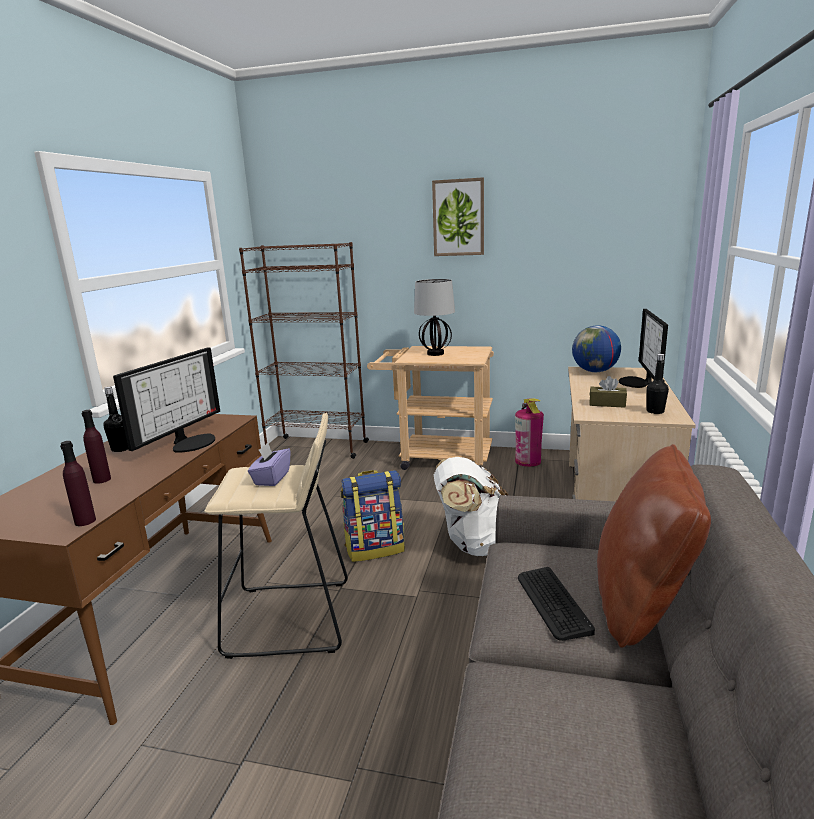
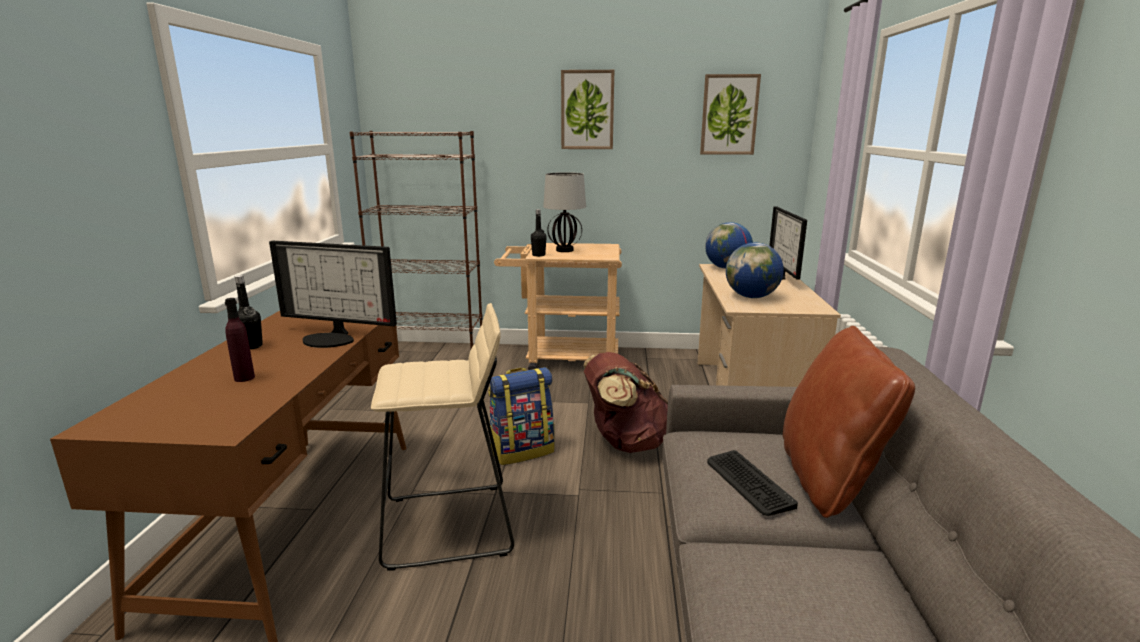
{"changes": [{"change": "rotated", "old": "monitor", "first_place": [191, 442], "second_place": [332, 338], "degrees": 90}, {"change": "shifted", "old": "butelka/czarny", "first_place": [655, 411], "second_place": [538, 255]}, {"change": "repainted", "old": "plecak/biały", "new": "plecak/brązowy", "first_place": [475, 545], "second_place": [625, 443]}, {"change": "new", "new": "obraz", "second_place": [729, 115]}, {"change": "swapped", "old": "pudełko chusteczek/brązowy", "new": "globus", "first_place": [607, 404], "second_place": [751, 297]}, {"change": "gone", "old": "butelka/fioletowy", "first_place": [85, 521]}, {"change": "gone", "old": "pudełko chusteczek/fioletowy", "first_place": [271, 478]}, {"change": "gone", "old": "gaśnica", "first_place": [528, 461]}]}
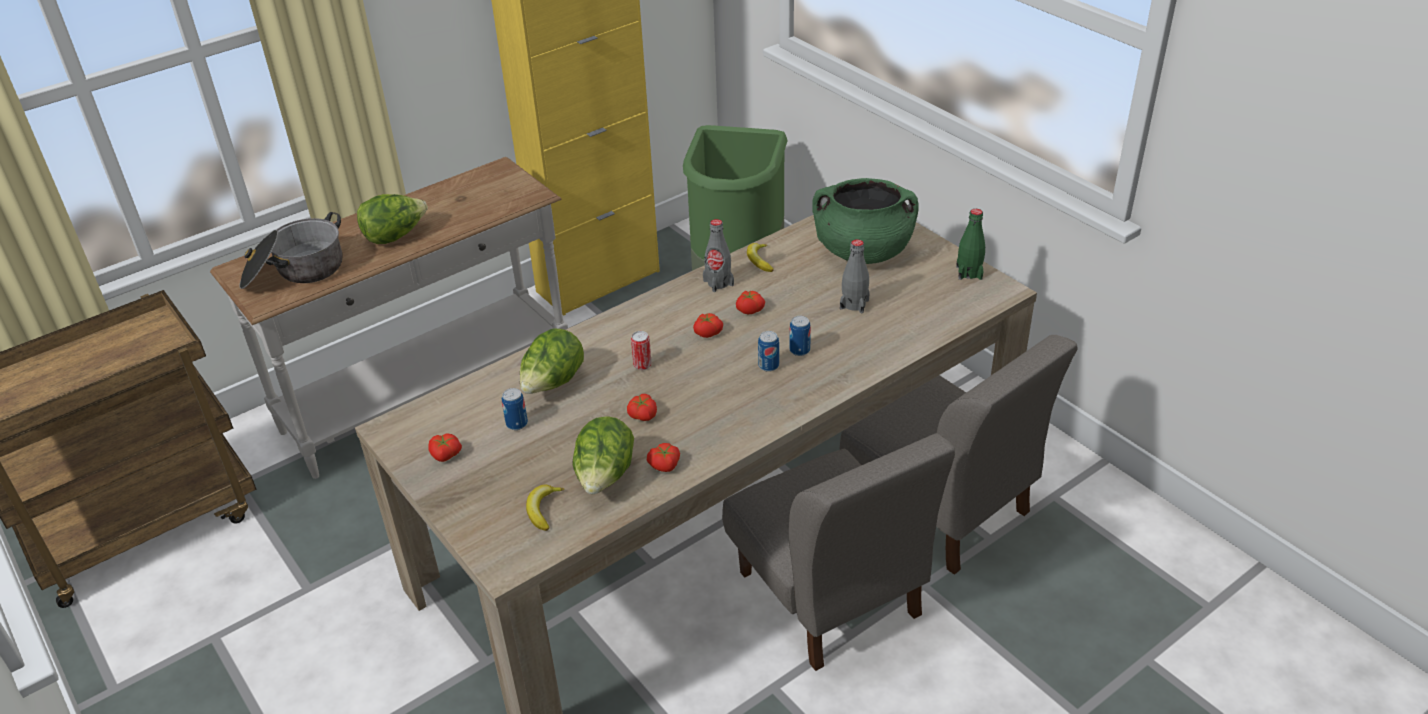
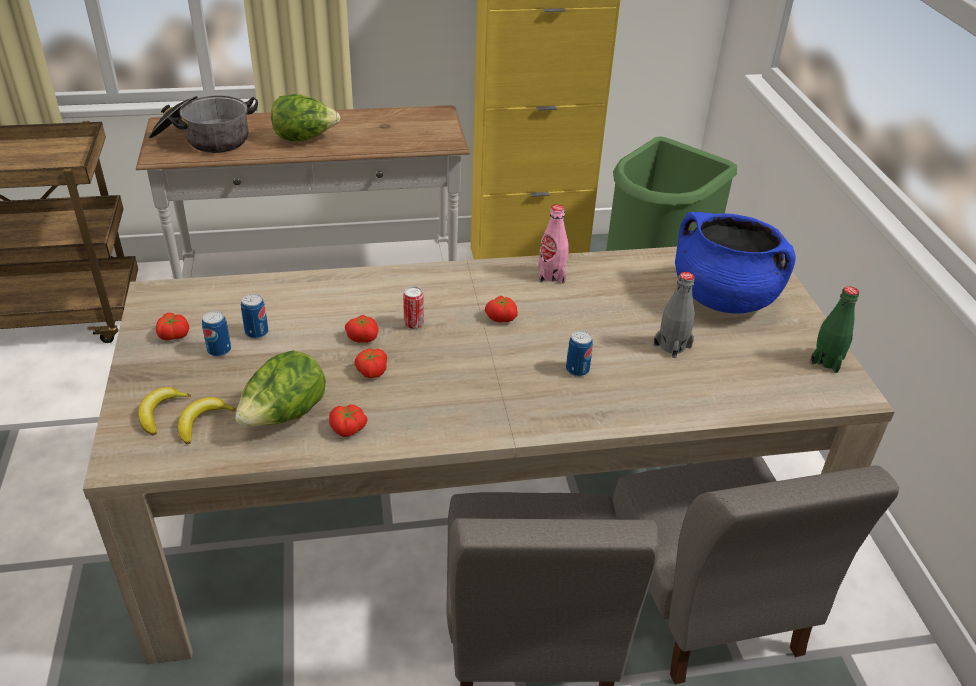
{"changes": [{"change": "shifted", "old": "banan", "first_place": [759, 260], "second_place": [160, 413]}, {"change": "shifted", "old": "puszka", "first_place": [768, 366], "second_place": [219, 350]}, {"change": "shifted", "old": "pomidor", "first_place": [749, 309], "second_place": [363, 337]}, {"change": "repainted", "old": "butelka/szary", "new": "butelka/różowy", "first_place": [718, 283], "second_place": [551, 275]}, {"change": "repainted", "old": "garnek/zielony", "new": "garnek/niebieski", "first_place": [863, 252], "second_place": [723, 298]}, {"change": "gone", "old": "sałata", "first_place": [553, 384]}]}
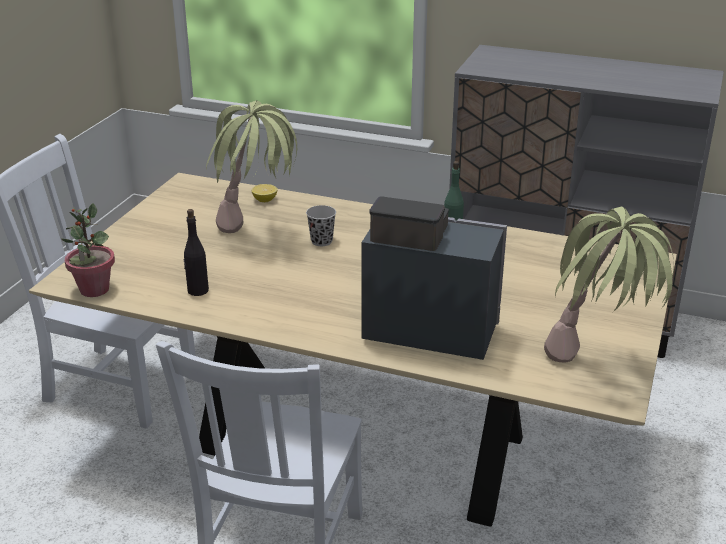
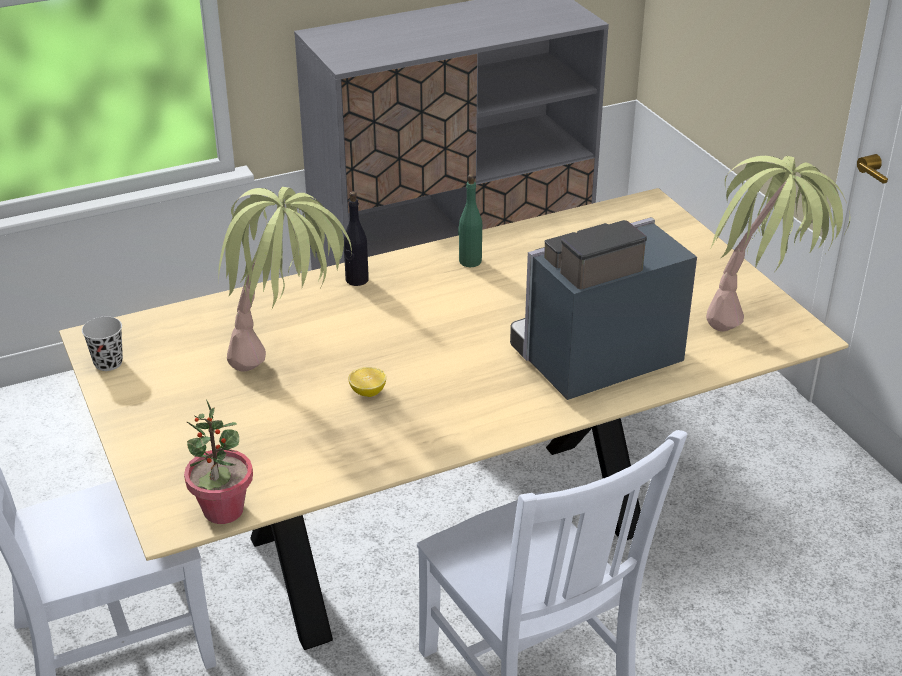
{"changes": [{"change": "shifted", "old": "filiżanka/czarny", "first_place": [321, 241], "second_place": [108, 363]}, {"change": "shifted", "old": "butelka/czarny", "first_place": [197, 291], "second_place": [356, 280]}, {"change": "shifted", "old": "cytryna", "first_place": [264, 200], "second_place": [368, 392]}]}
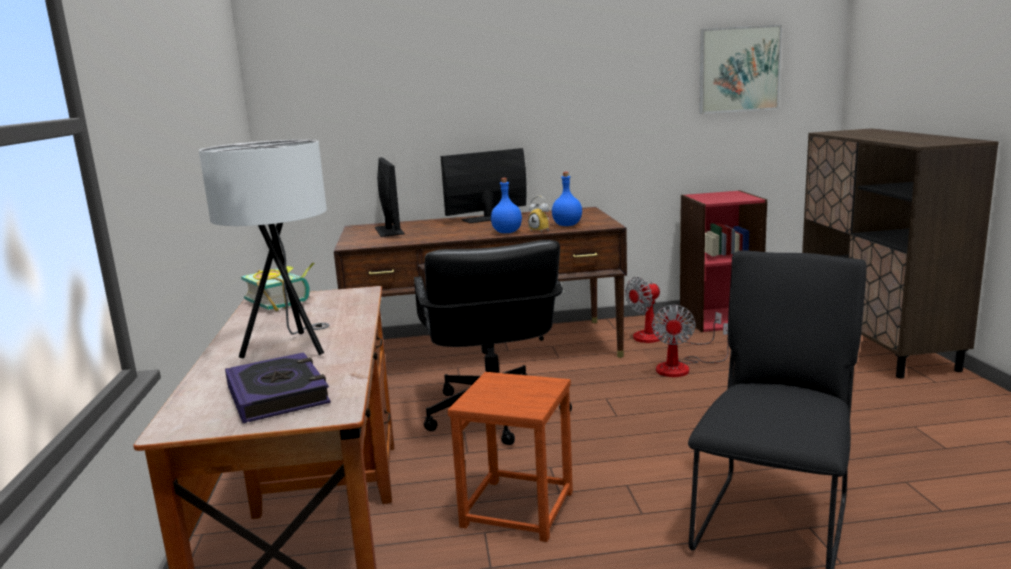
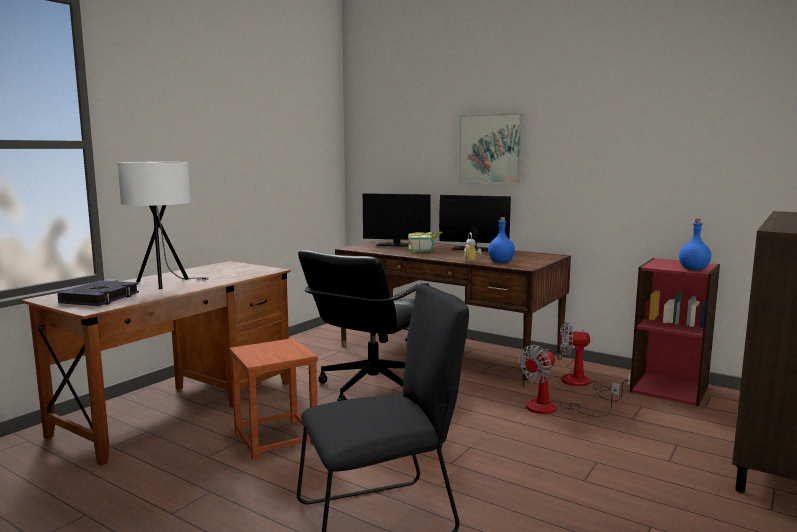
{"changes": [{"change": "rotated", "old": "monitor", "first_place": [389, 230], "second_place": [396, 244], "degrees": 75}, {"change": "shifted", "old": "książka", "first_place": [284, 301], "second_place": [424, 250]}, {"change": "shifted", "old": "obraz", "first_place": [739, 69], "second_place": [490, 148]}, {"change": "shifted", "old": "butelka/niebieski", "first_place": [506, 232], "second_place": [693, 269]}]}
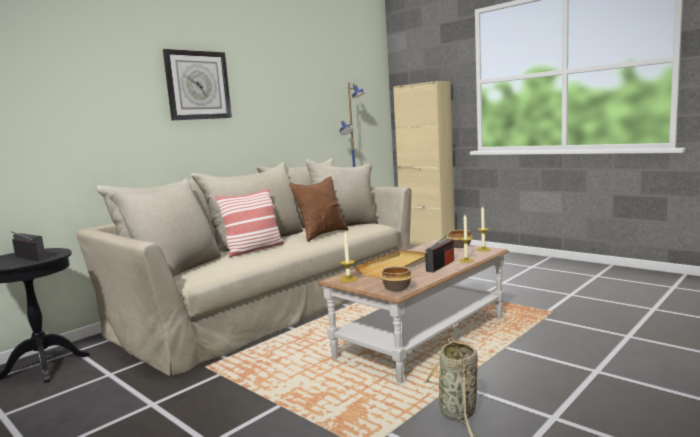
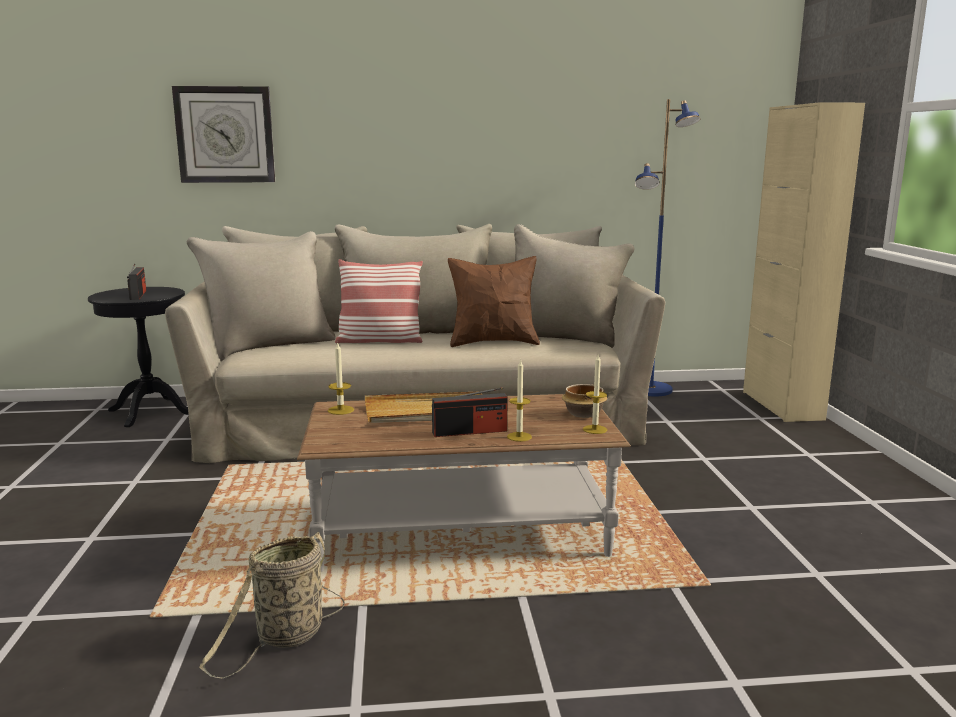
{"changes": [{"change": "shifted", "old": "zegar ścienny", "first_place": [198, 85], "second_place": [225, 135]}, {"change": "gone", "old": "miska", "first_place": [396, 288]}]}
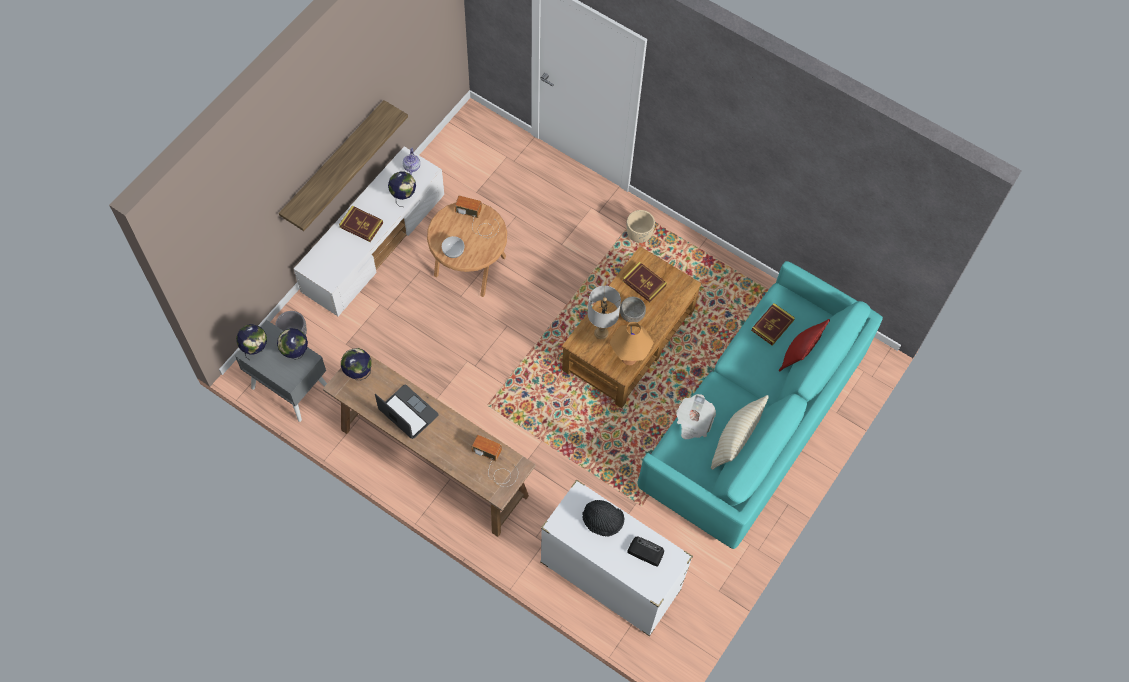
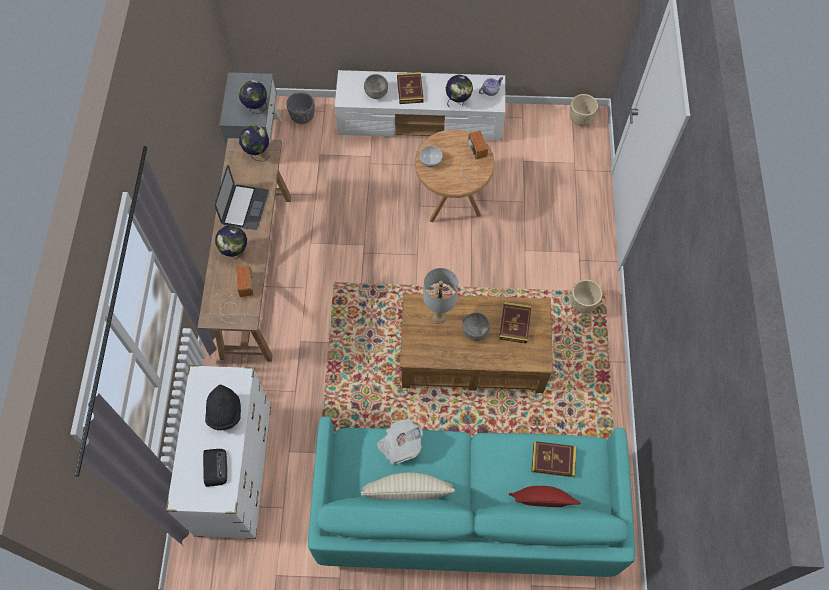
{"changes": [{"change": "shifted", "old": "globus", "first_place": [255, 349], "second_place": [235, 252]}, {"change": "new", "new": "miska/szary", "second_place": [376, 93]}, {"change": "new", "new": "donica/beżowy", "second_place": [580, 120]}, {"change": "gone", "old": "półka", "first_place": [334, 163]}, {"change": "gone", "old": "lampa stołowa/pomarańczowy", "first_place": [629, 358]}]}
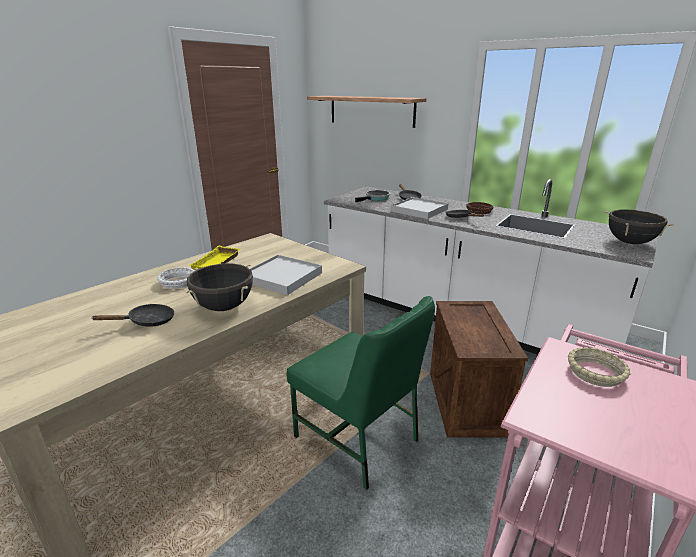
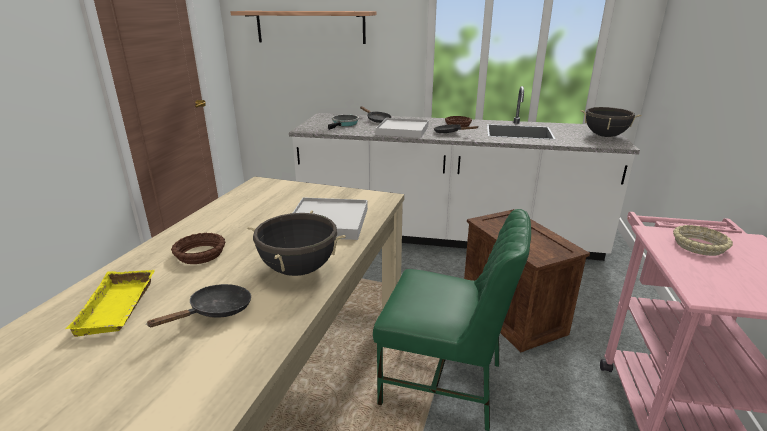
{"changes": [{"change": "shifted", "old": "taca/żółty", "first_place": [217, 263], "second_place": [120, 307]}, {"change": "repainted", "old": "miska/biały", "new": "miska/brązowy", "first_place": [178, 282], "second_place": [200, 254]}]}
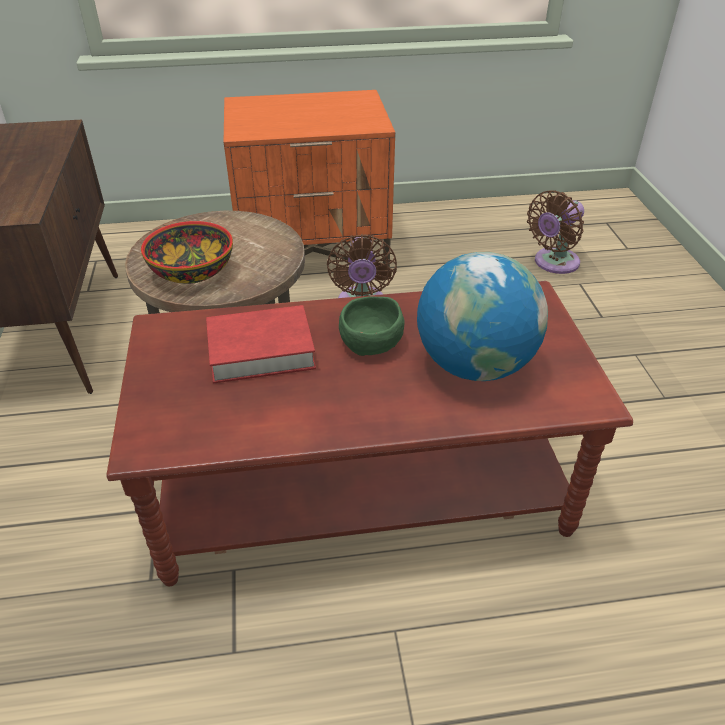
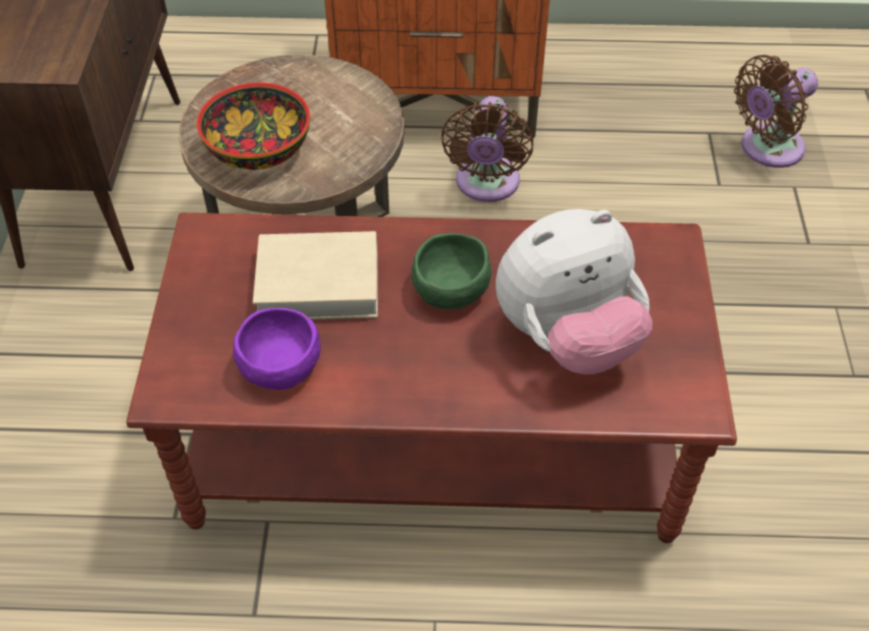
{"changes": [{"change": "new", "new": "miska/fioletowy", "second_place": [282, 364]}, {"change": "repainted", "old": "książka/czerwony", "new": "książka/beżowy", "first_place": [261, 350], "second_place": [318, 283]}, {"change": "swapped", "old": "globus", "new": "pluszak", "first_place": [475, 365], "second_place": [567, 338]}]}
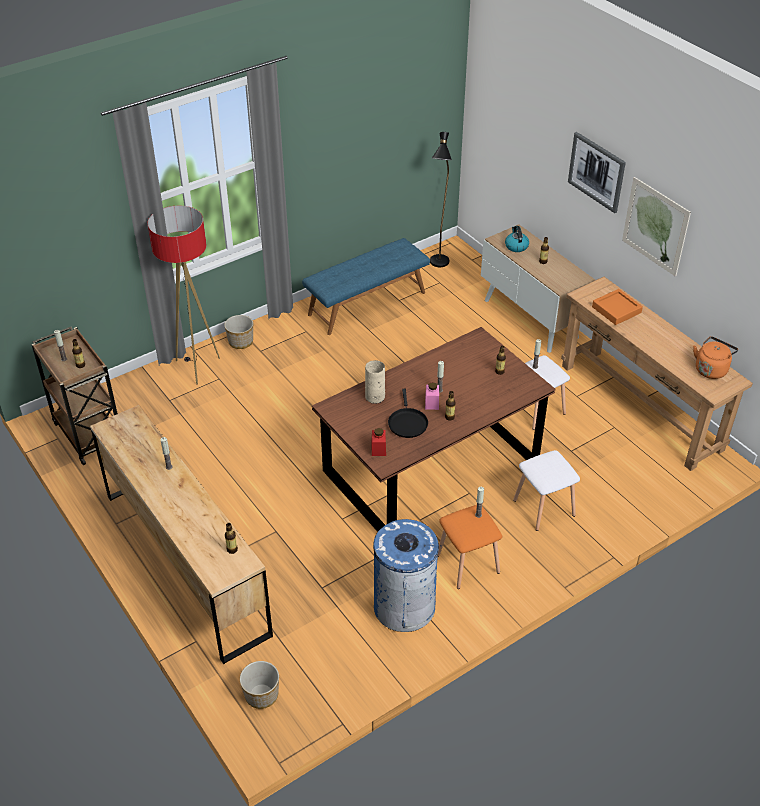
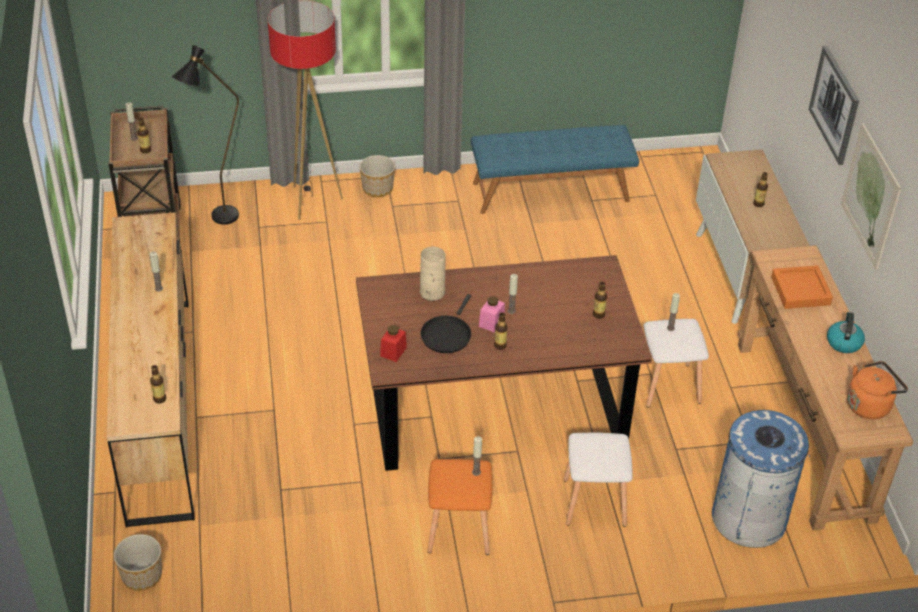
{"changes": [{"change": "shifted", "old": "lampa stojąca/czarny", "first_place": [438, 266], "second_place": [218, 221]}, {"change": "shifted", "old": "kosz na śmieci/niebieski", "first_place": [404, 606], "second_place": [749, 518]}, {"change": "shifted", "old": "czajnik", "first_place": [516, 246], "second_place": [843, 342]}]}
